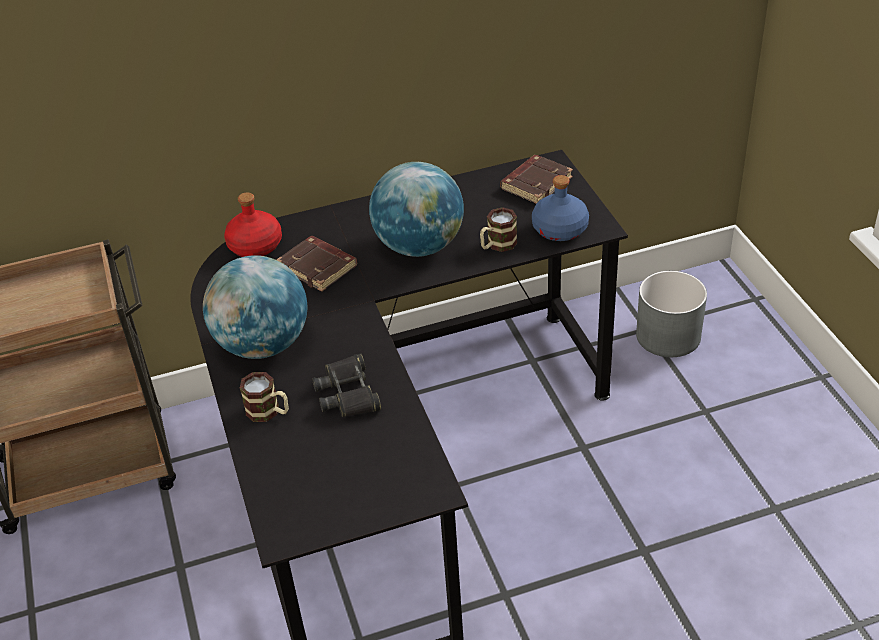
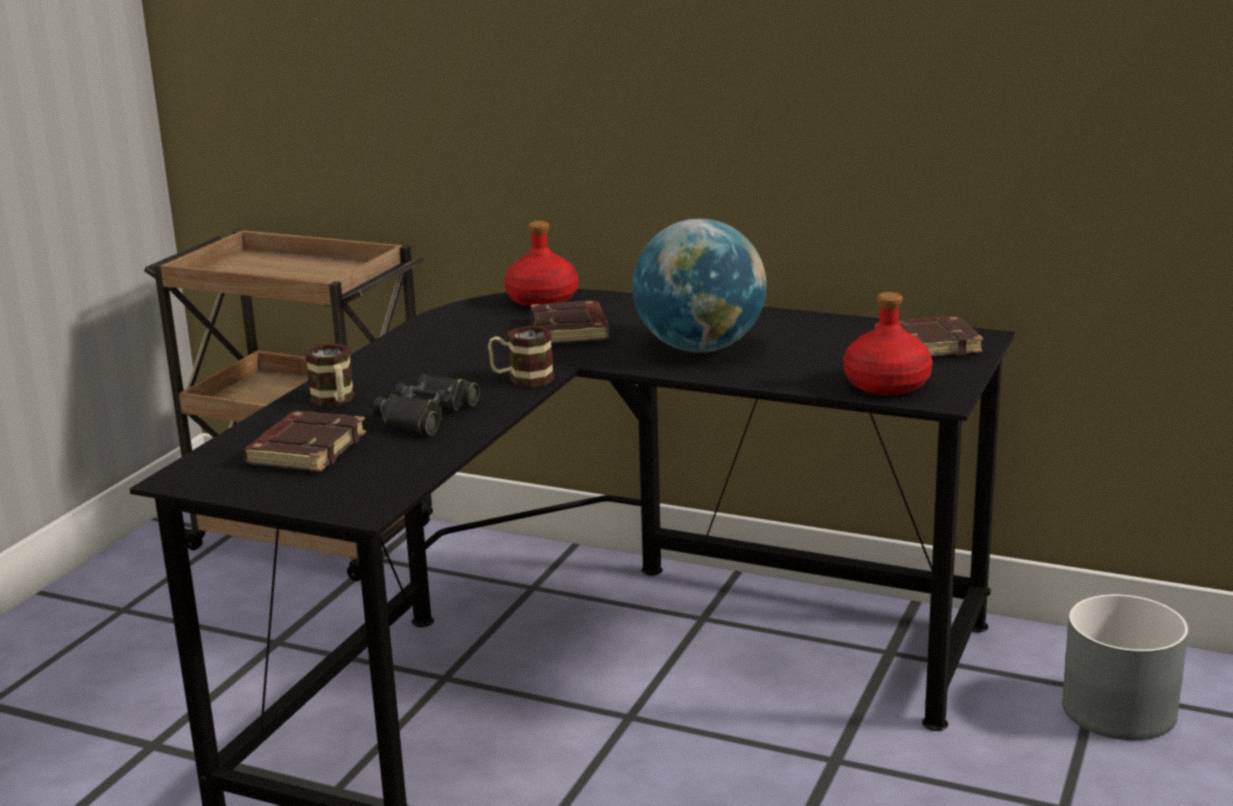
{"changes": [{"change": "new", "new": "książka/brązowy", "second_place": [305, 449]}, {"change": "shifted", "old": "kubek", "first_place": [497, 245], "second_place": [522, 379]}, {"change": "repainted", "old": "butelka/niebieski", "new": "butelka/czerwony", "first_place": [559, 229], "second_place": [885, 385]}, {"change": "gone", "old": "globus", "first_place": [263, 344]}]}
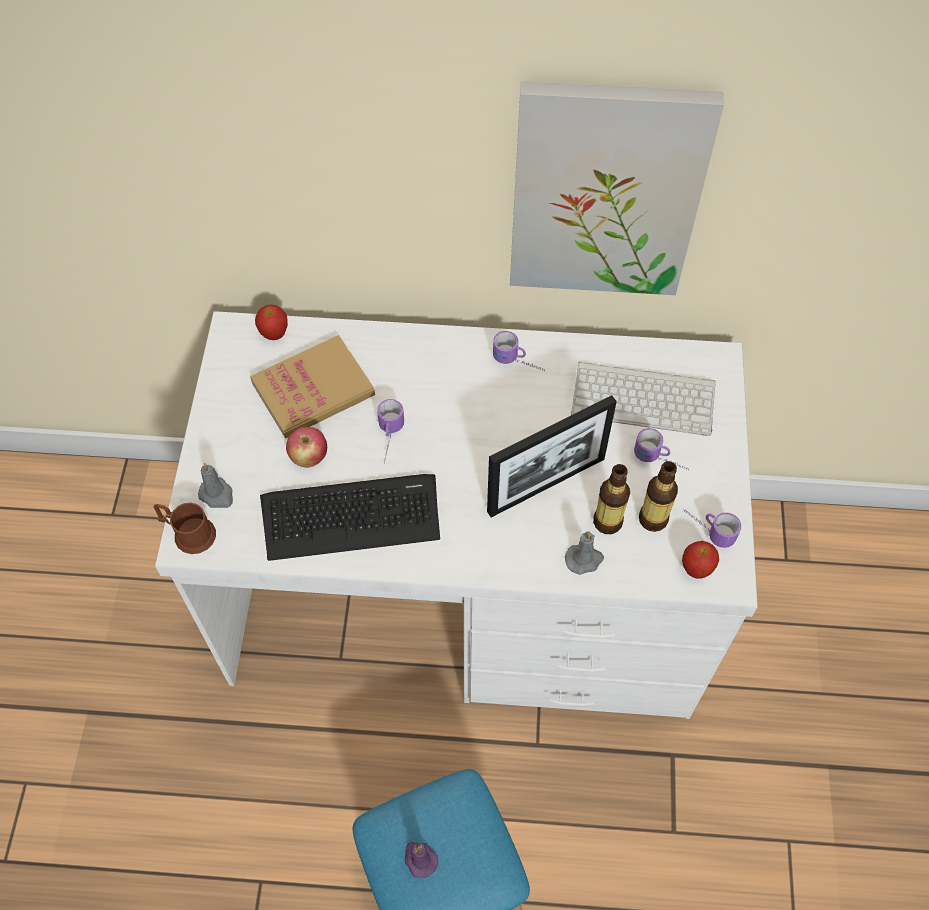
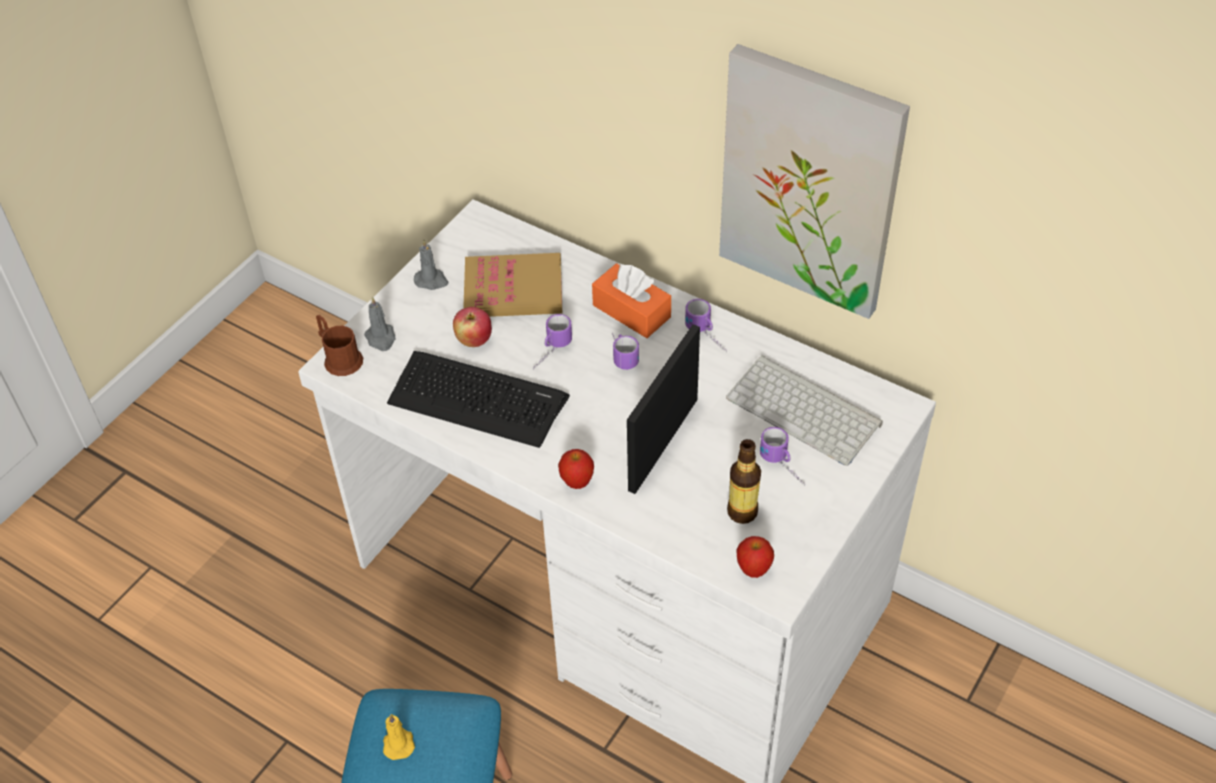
{"changes": [{"change": "repainted", "old": "świeca/fioletowy", "new": "świeca/żółty", "first_place": [419, 858], "second_place": [398, 743]}, {"change": "shifted", "old": "świeca/szary", "first_place": [584, 559], "second_place": [431, 281]}, {"change": "shifted", "old": "jabłko", "first_place": [274, 334], "second_place": [577, 482]}, {"change": "new", "new": "pudełko chusteczek/pomarańczowy", "second_place": [631, 311]}, {"change": "shifted", "old": "kubek", "first_place": [707, 529], "second_place": [621, 355]}, {"change": "rotated", "old": "ramka na zdjęcie", "first_place": [546, 485], "second_place": [663, 444], "degrees": 120}, {"change": "gone", "old": "butelka", "first_place": [607, 522]}]}
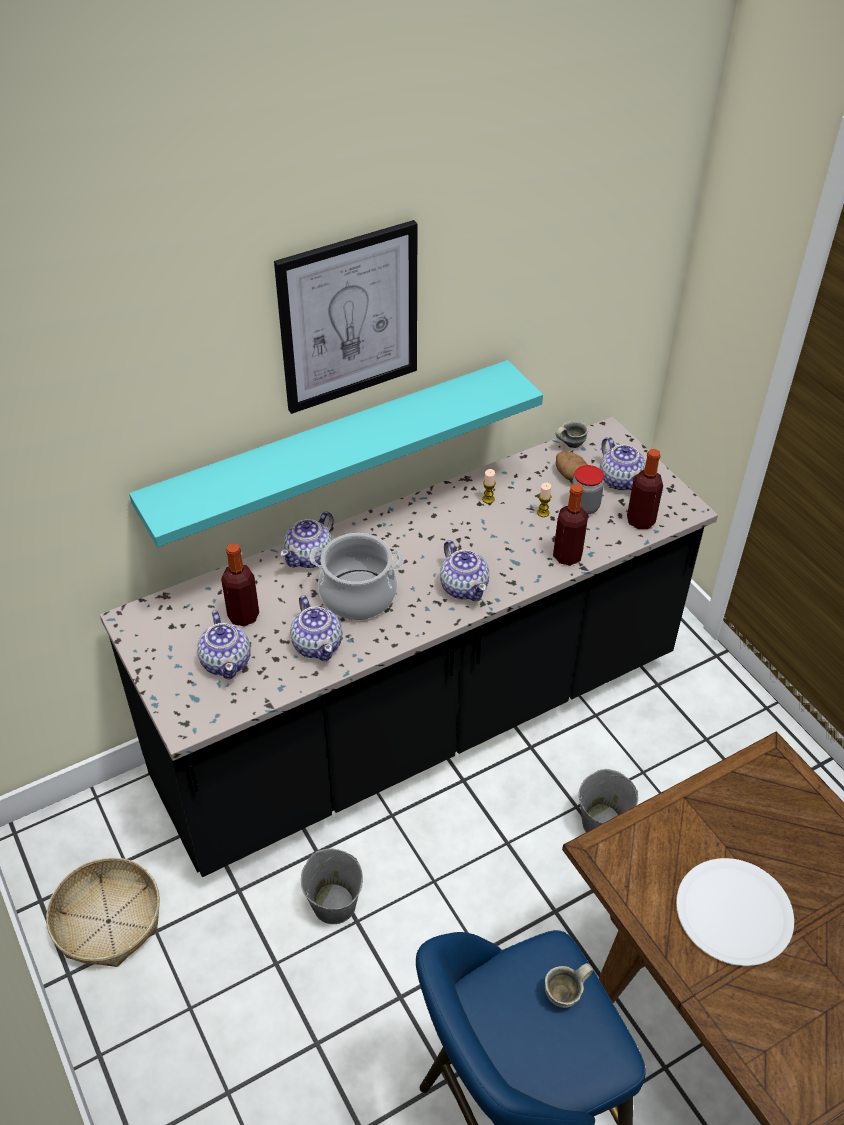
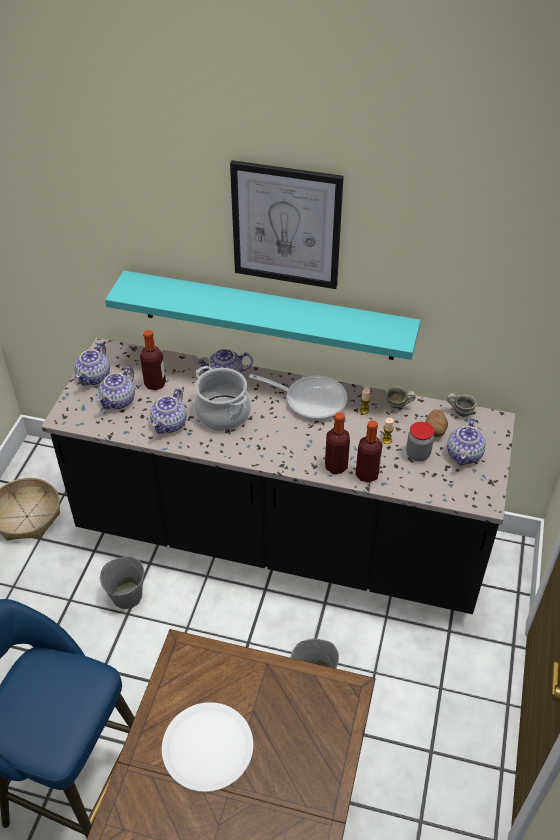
{"changes": [{"change": "shifted", "old": "imbryk", "first_place": [464, 587], "second_place": [94, 377]}, {"change": "new", "new": "patelnia", "second_place": [310, 399]}, {"change": "shifted", "old": "butelka", "first_place": [640, 521], "second_place": [336, 466]}, {"change": "shifted", "old": "kubek/szary", "first_place": [566, 996], "second_place": [397, 407]}]}
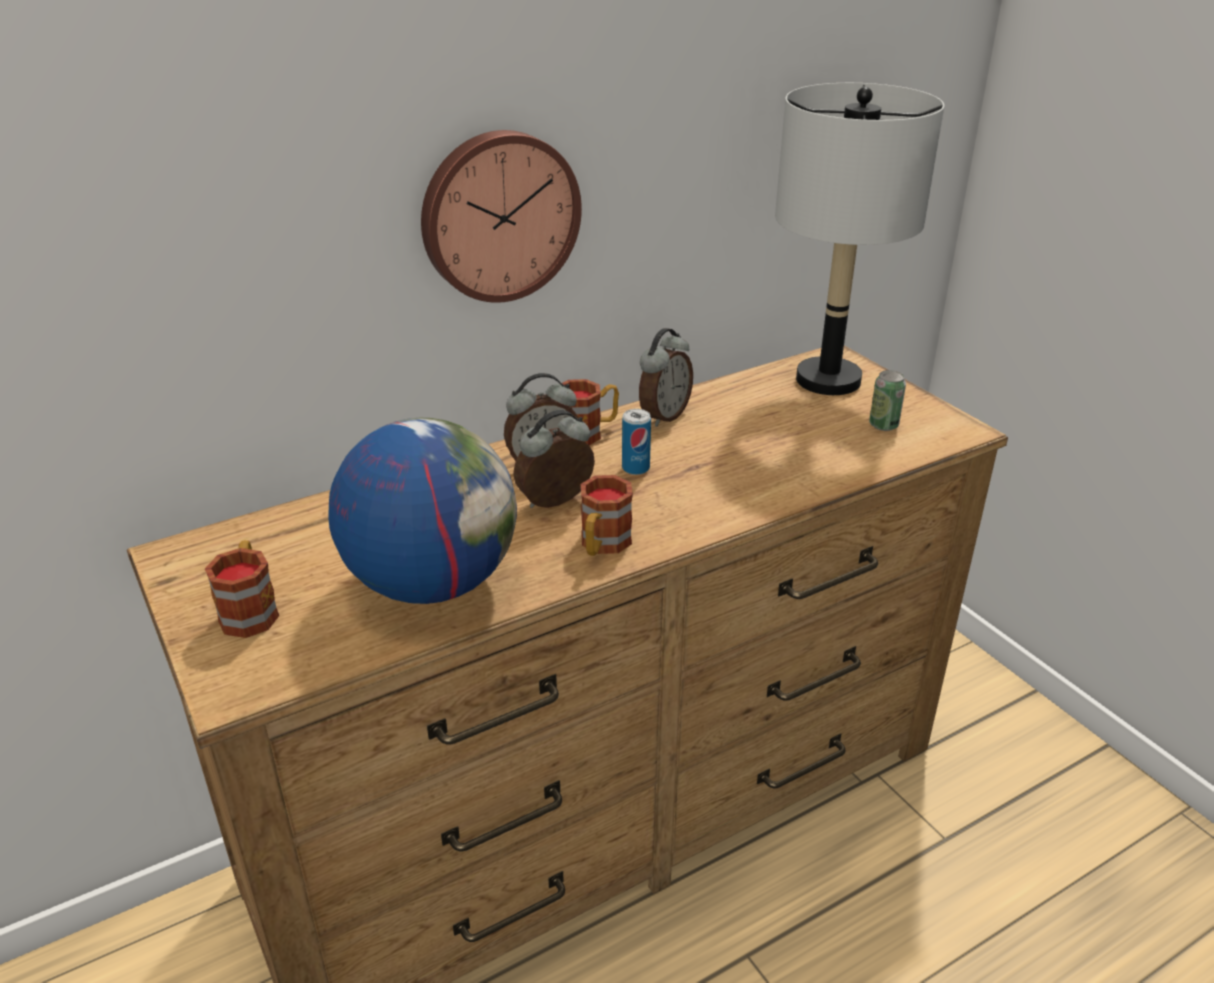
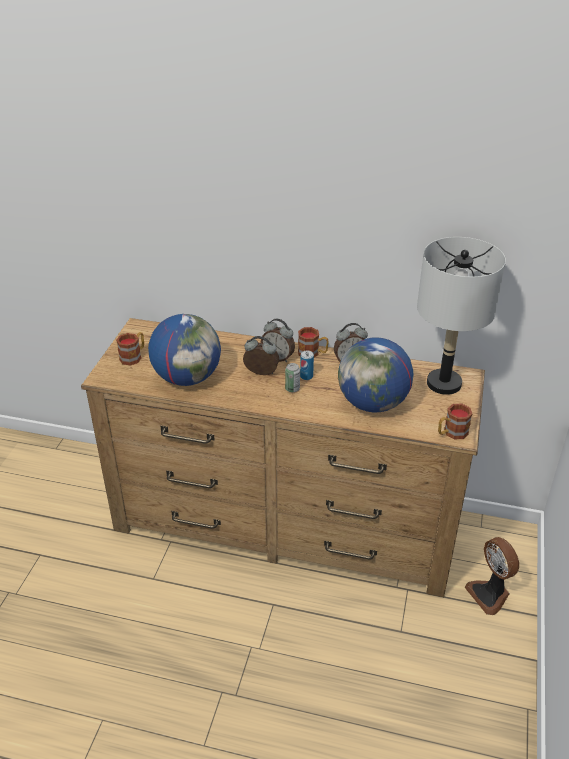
{"changes": [{"change": "shifted", "old": "puszka", "first_place": [883, 425], "second_place": [292, 388]}, {"change": "new", "new": "globus", "second_place": [373, 404]}, {"change": "shifted", "old": "kubek", "first_place": [602, 545], "second_place": [451, 433]}, {"change": "new", "new": "wentylator", "second_place": [490, 594]}, {"change": "gone", "old": "zegar ścienny", "first_place": [498, 215]}]}
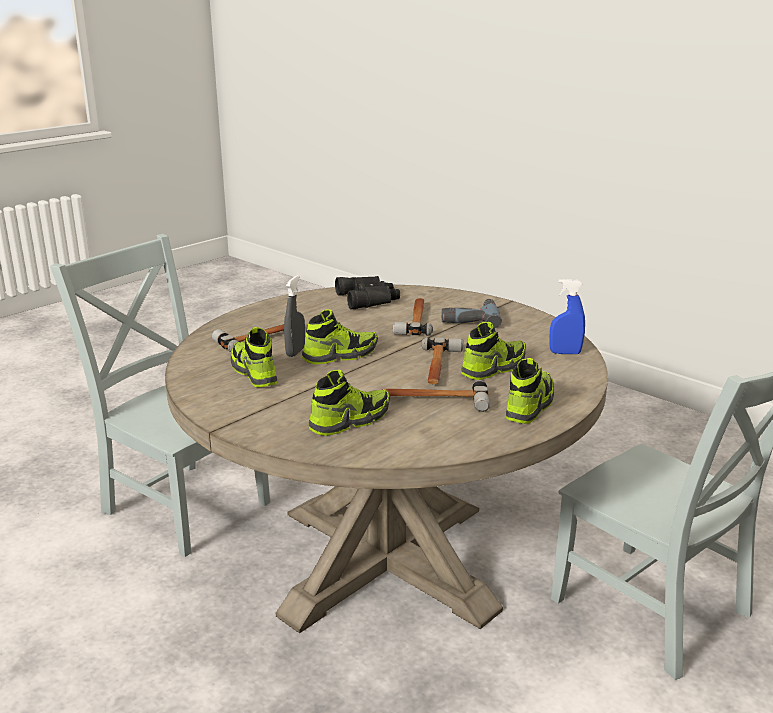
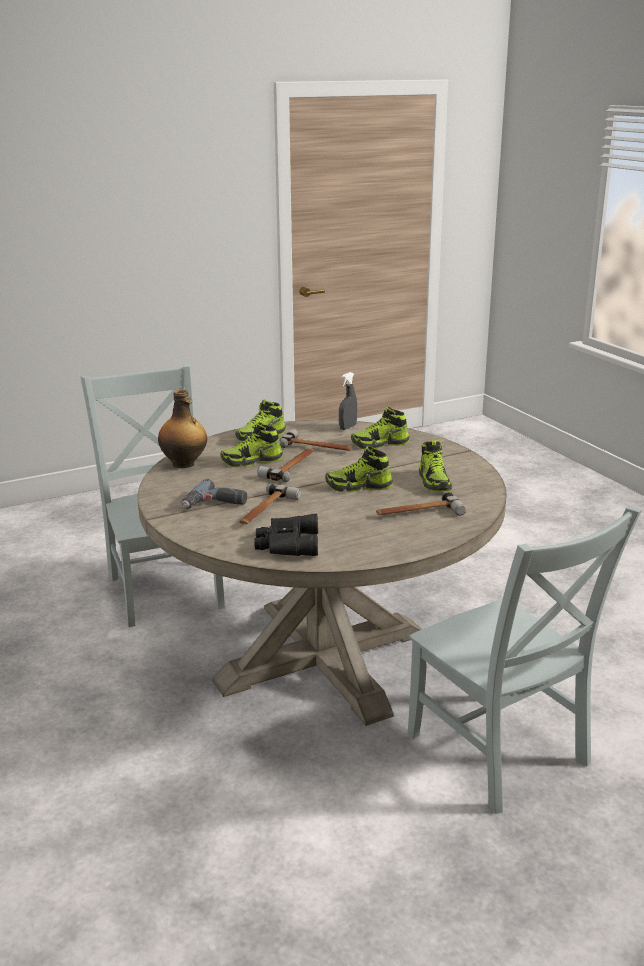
{"changes": [{"change": "swapped", "old": "spryskiwacz/niebieski", "new": "butelka", "first_place": [565, 353], "second_place": [184, 464]}, {"change": "shifted", "old": "spryskiwacz/szary", "first_place": [295, 352], "second_place": [347, 427]}]}
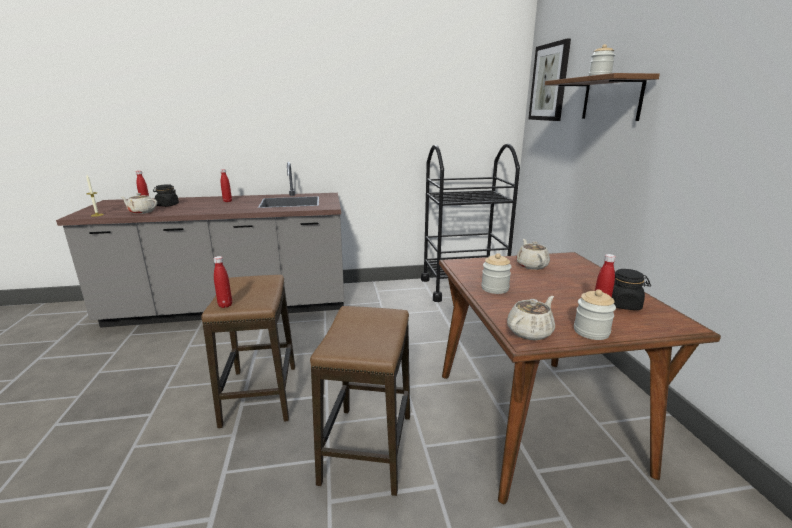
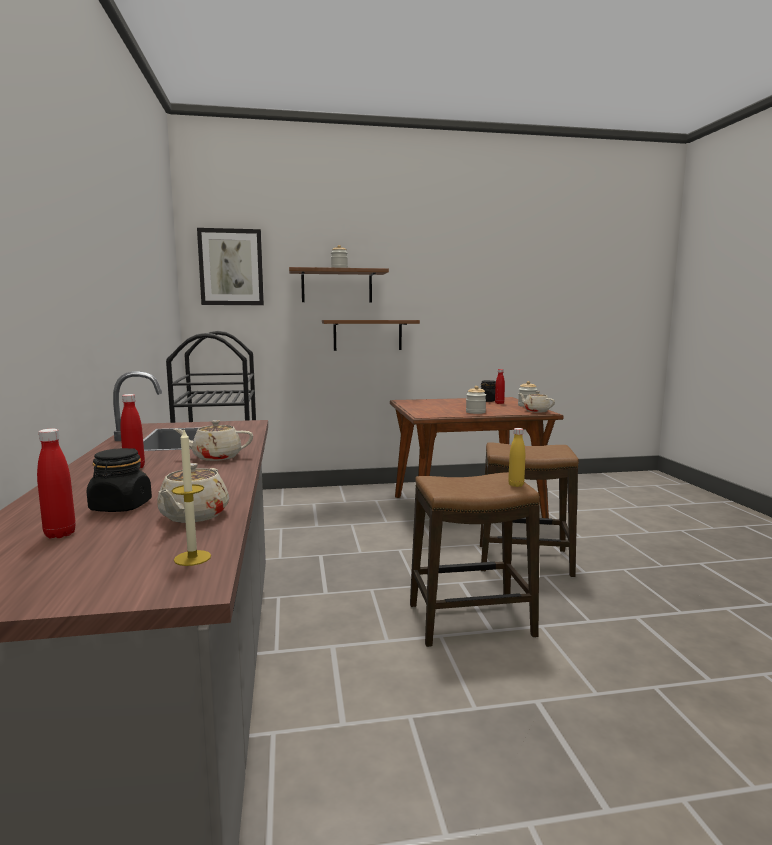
{"changes": [{"change": "shifted", "old": "imbryk/beżowy", "first_place": [531, 265], "second_place": [216, 457]}, {"change": "new", "new": "półka/brązowy", "second_place": [367, 335]}, {"change": "repainted", "old": "butelka/czerwony", "new": "butelka/żółty", "first_place": [225, 305], "second_place": [516, 485]}]}
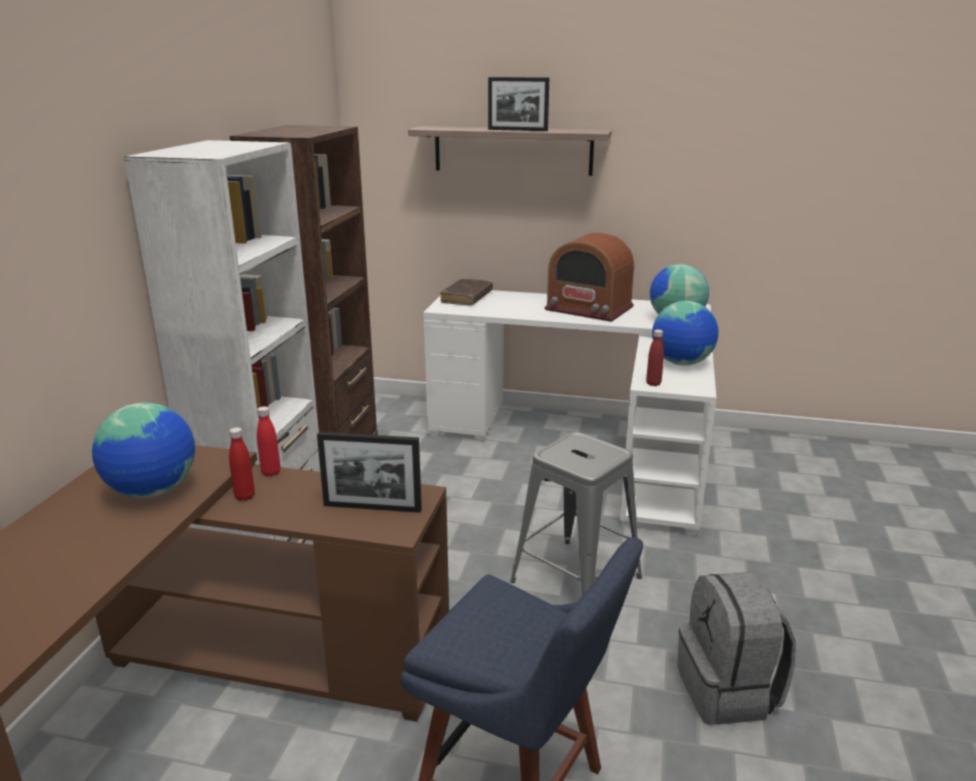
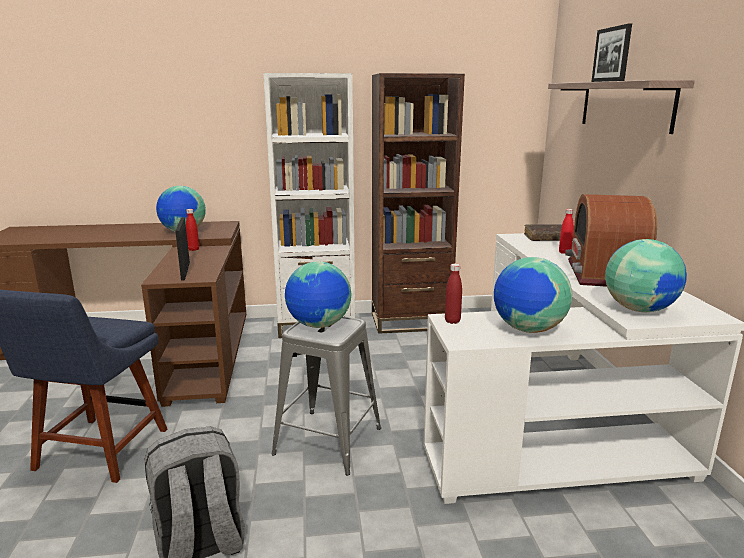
{"changes": [{"change": "new", "new": "globus", "second_place": [319, 325]}, {"change": "shifted", "old": "butelka/czerwony", "first_place": [271, 472], "second_place": [564, 252]}]}
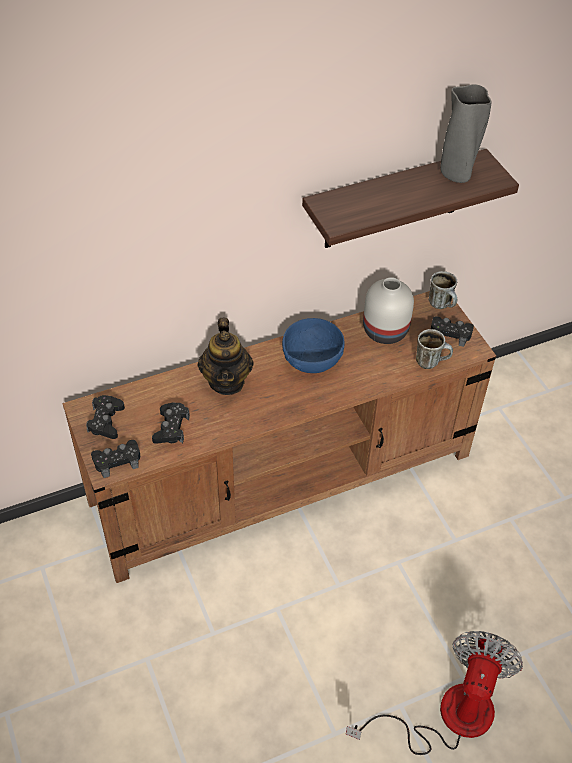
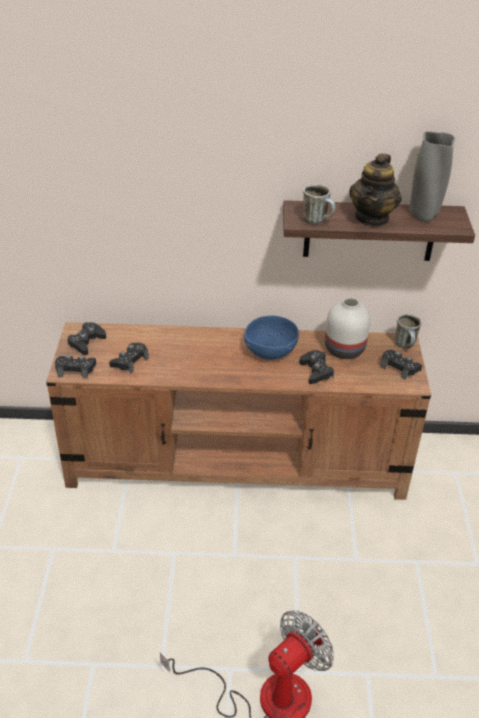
{"changes": [{"change": "new", "new": "pad do gier/czarny", "second_place": [316, 371]}, {"change": "shifted", "old": "kubek", "first_place": [431, 361], "second_place": [318, 221]}, {"change": "shifted", "old": "imbryk", "first_place": [227, 381], "second_place": [372, 218]}]}
